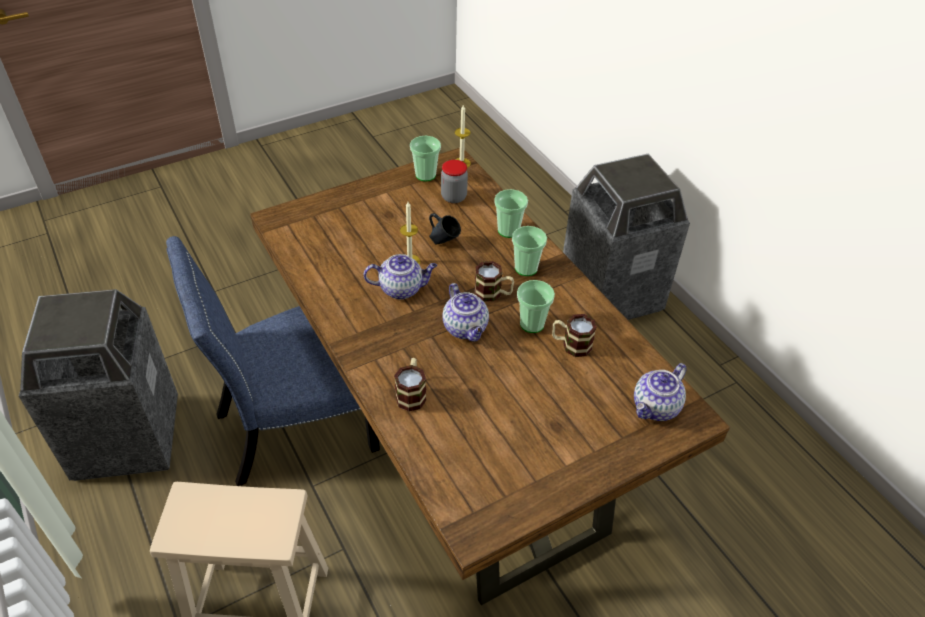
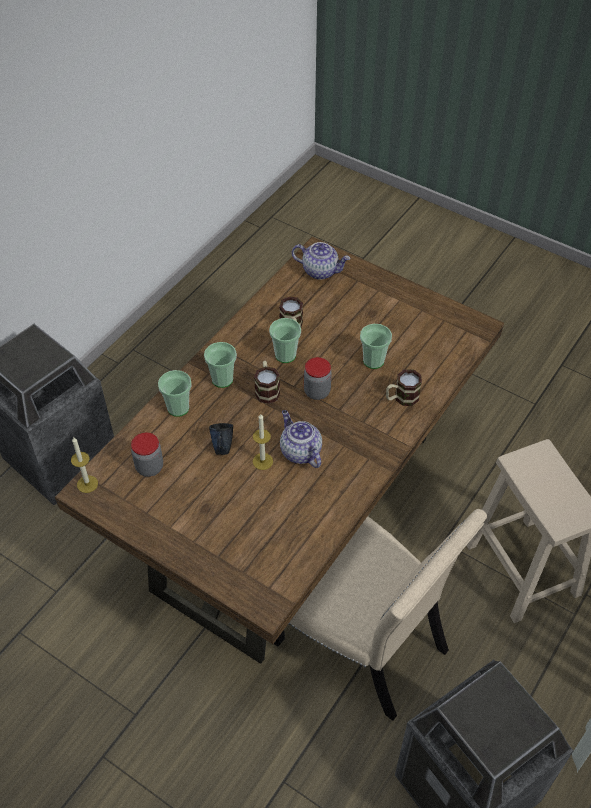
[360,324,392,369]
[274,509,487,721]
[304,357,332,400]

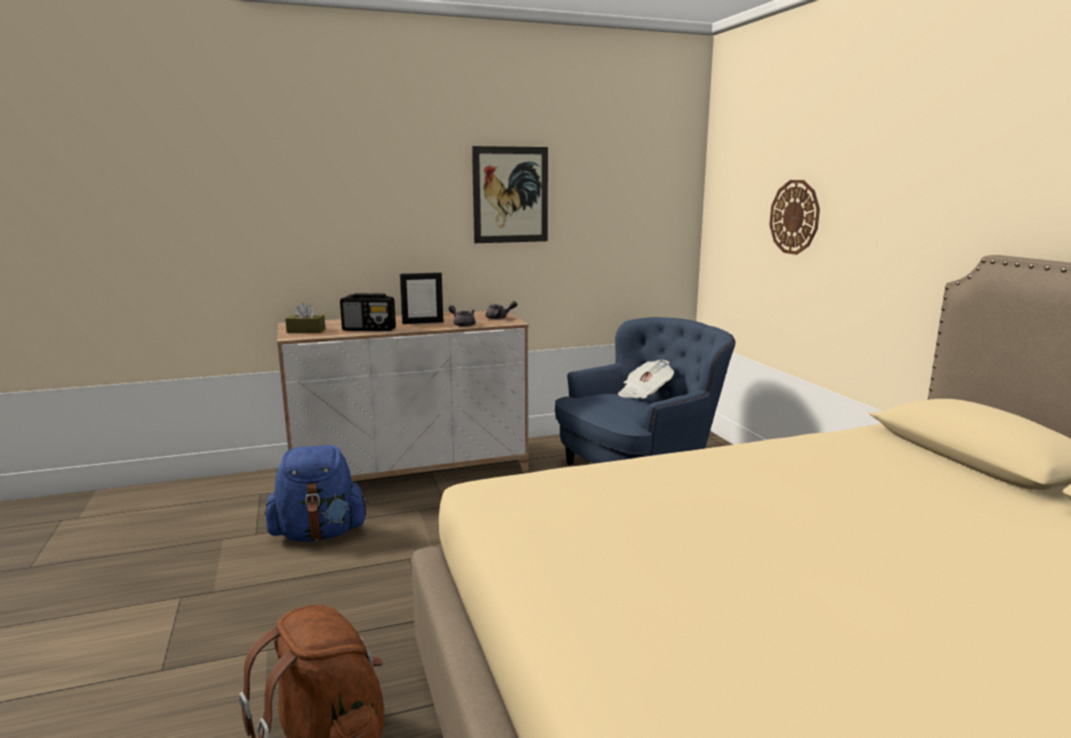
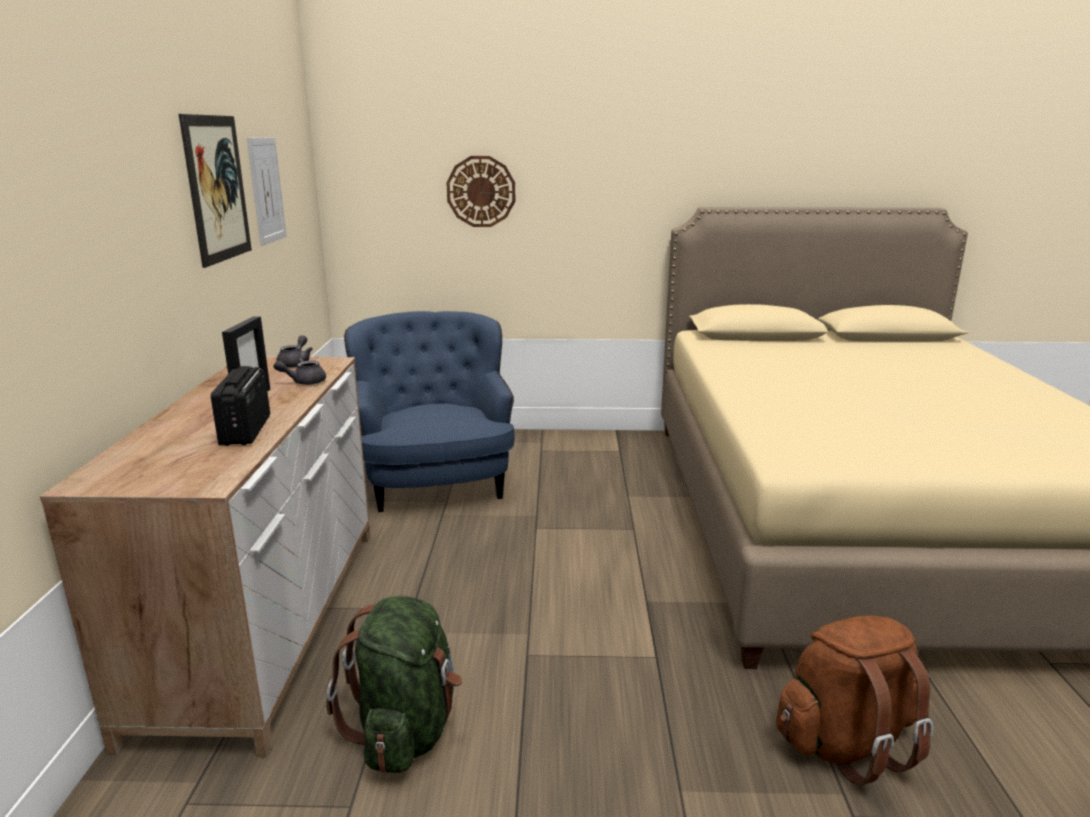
[211,366,270,446]
[285,303,325,333] (first image)
[618,360,674,399] (first image)
[326,596,462,773]
[247,137,287,246]

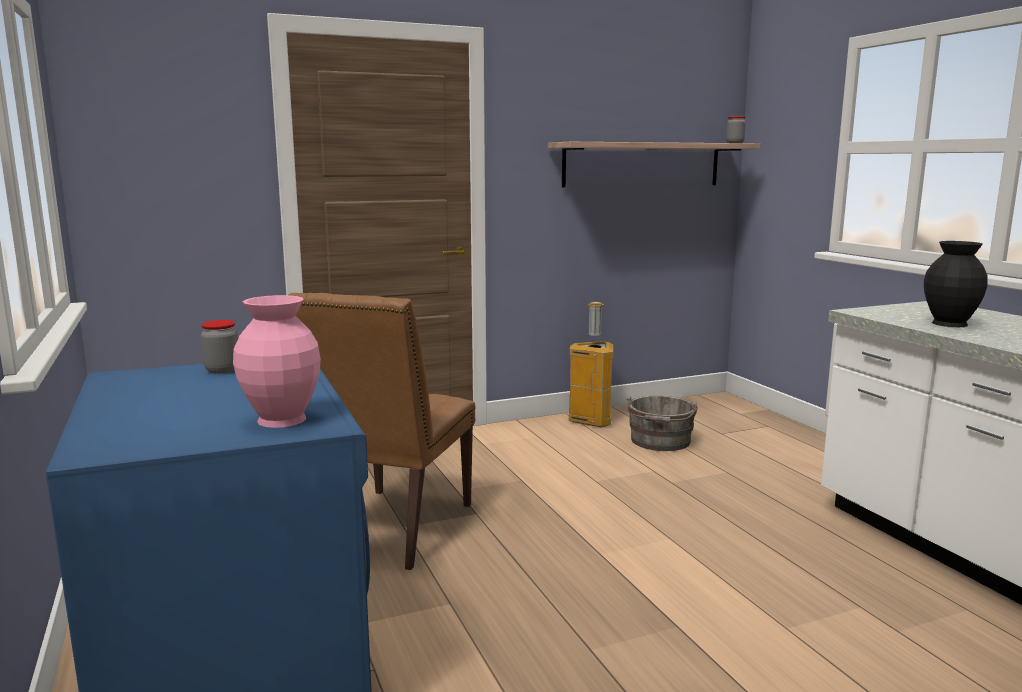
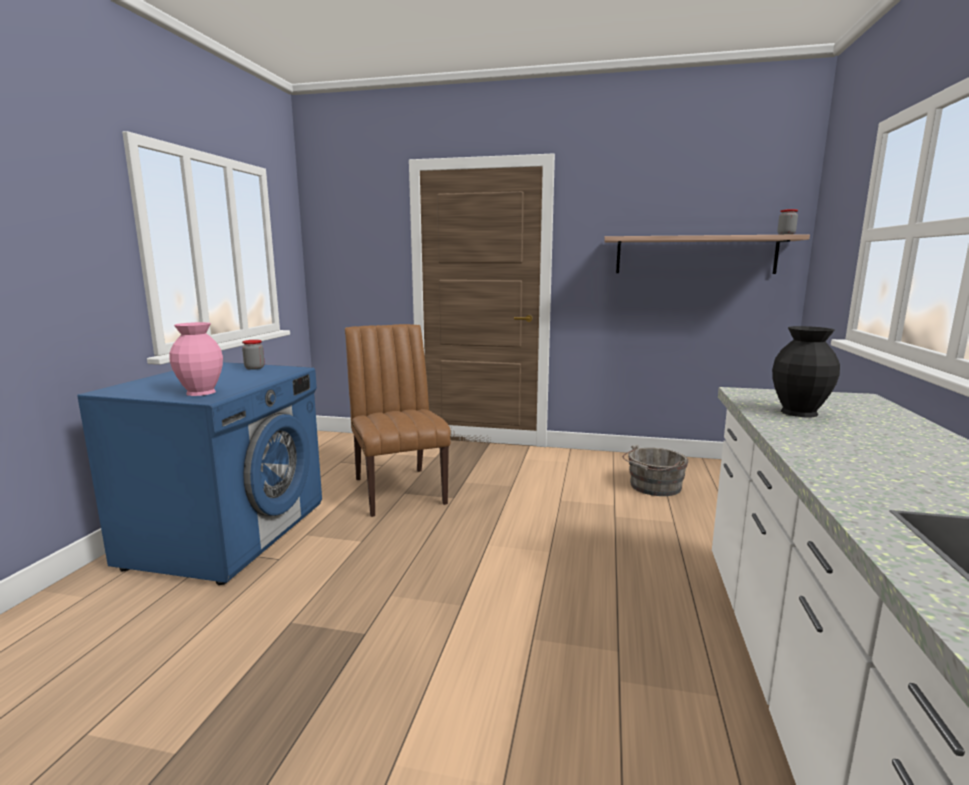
[345,324,451,517]
[568,302,613,427] (first image)

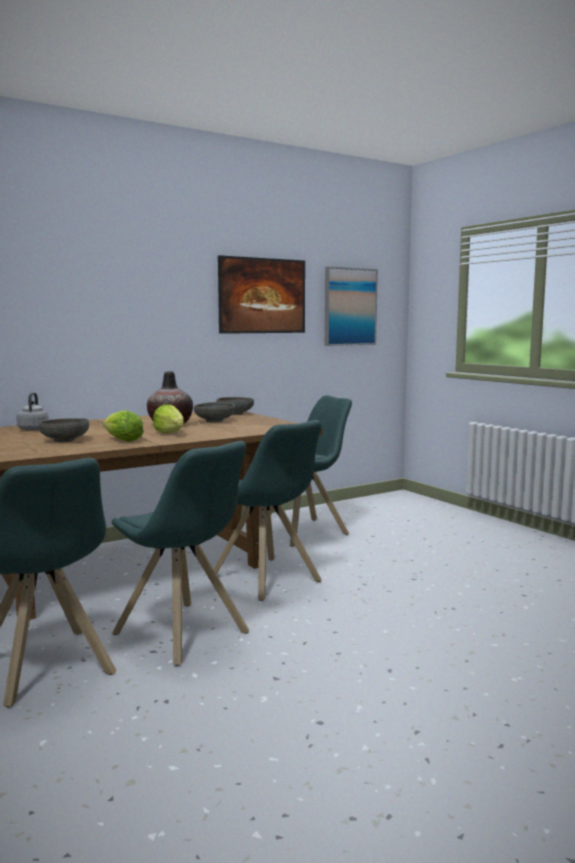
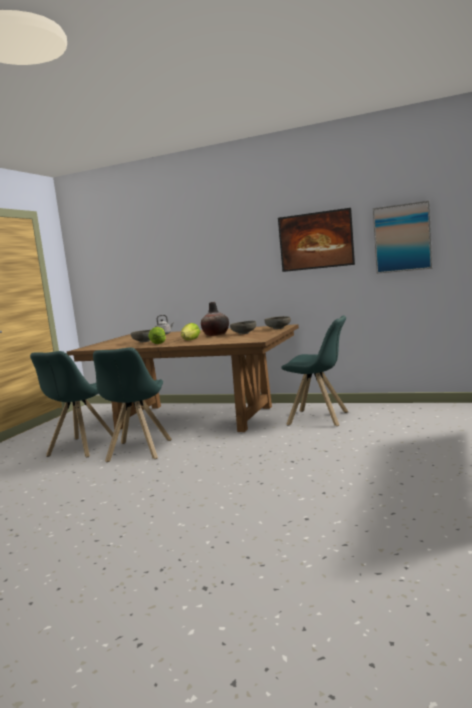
[214,420,322,601] (first image)

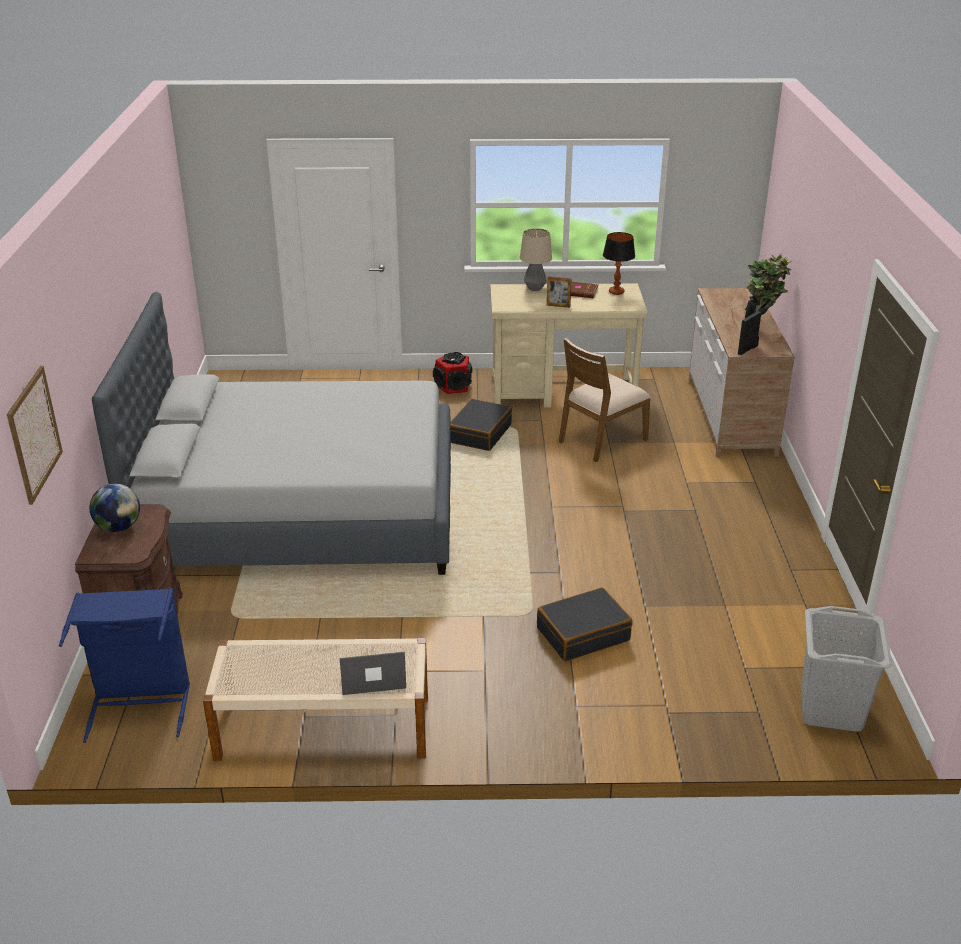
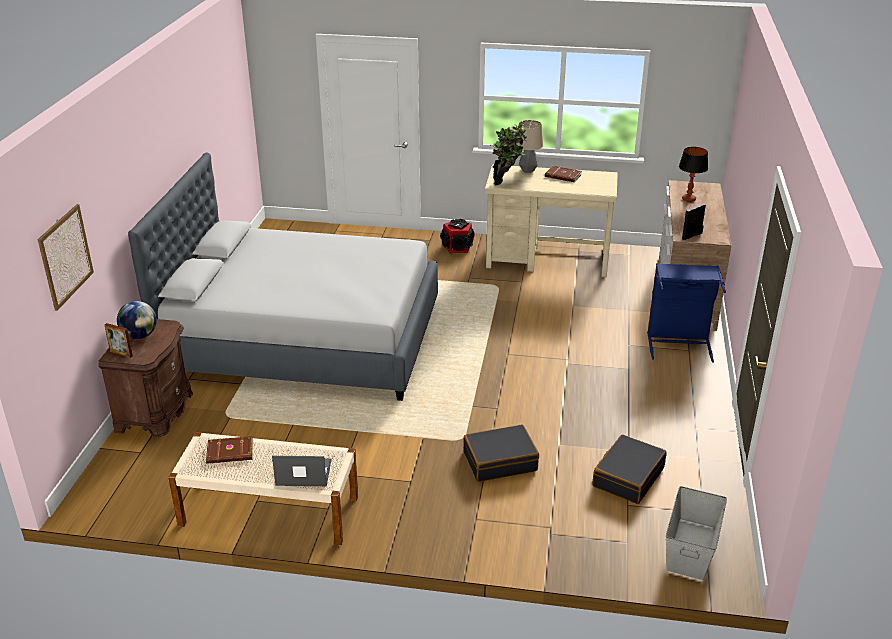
[679,147,708,202]
[491,124,528,186]
[104,323,133,358]
[559,338,651,462] (first image)
[593,434,667,504]
[647,263,726,363]
[666,486,727,580]
[206,436,253,464]

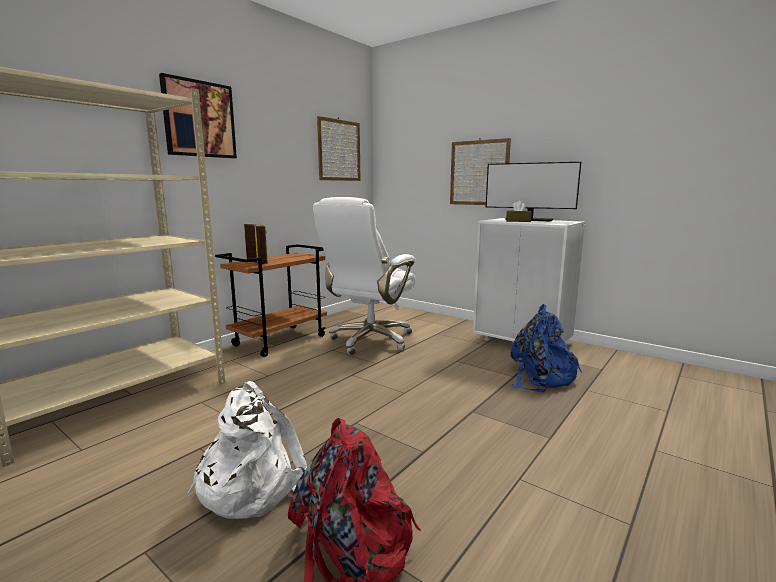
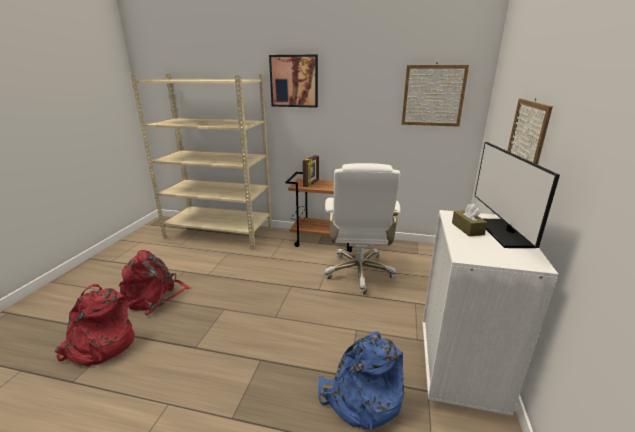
[325,163,401,294]
[119,250,190,315]

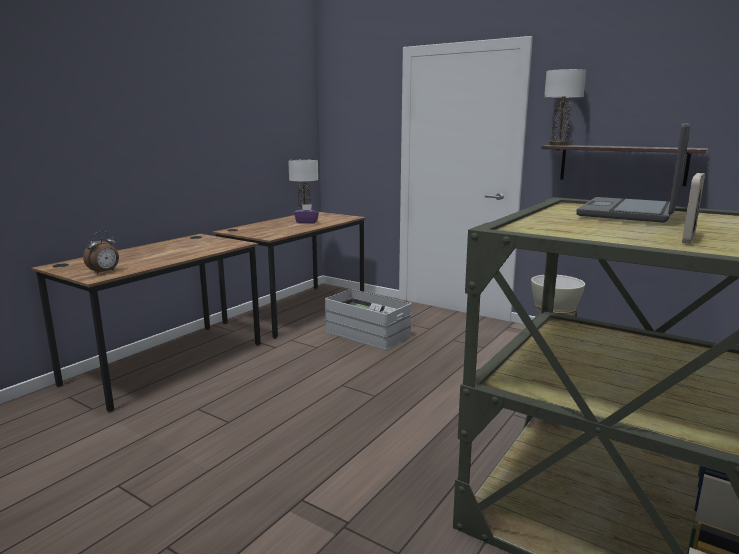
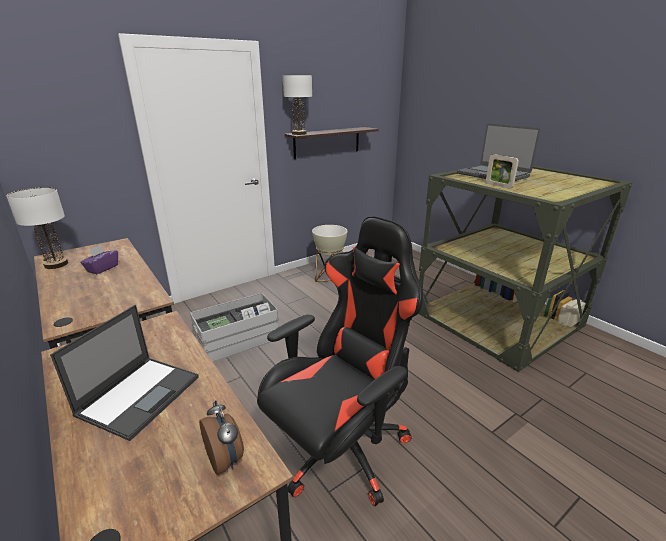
[486,154,519,189]
[257,216,423,506]
[50,305,199,441]

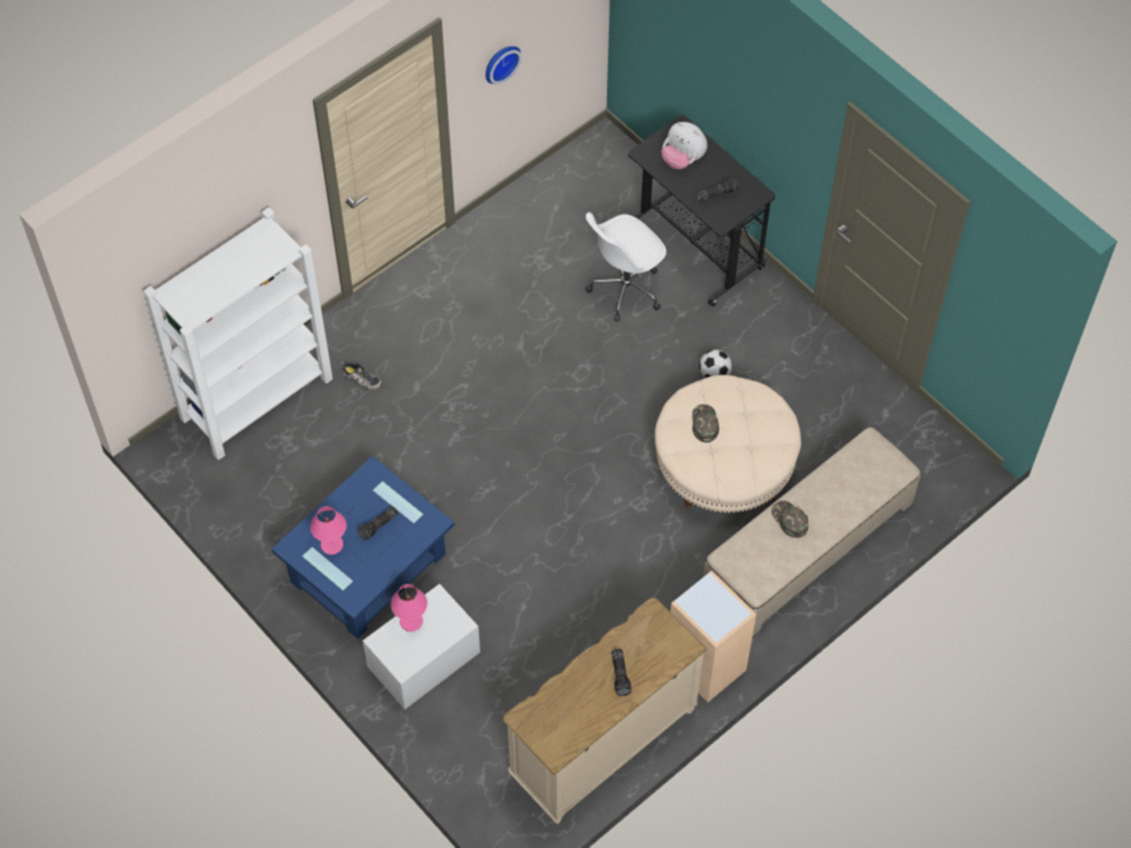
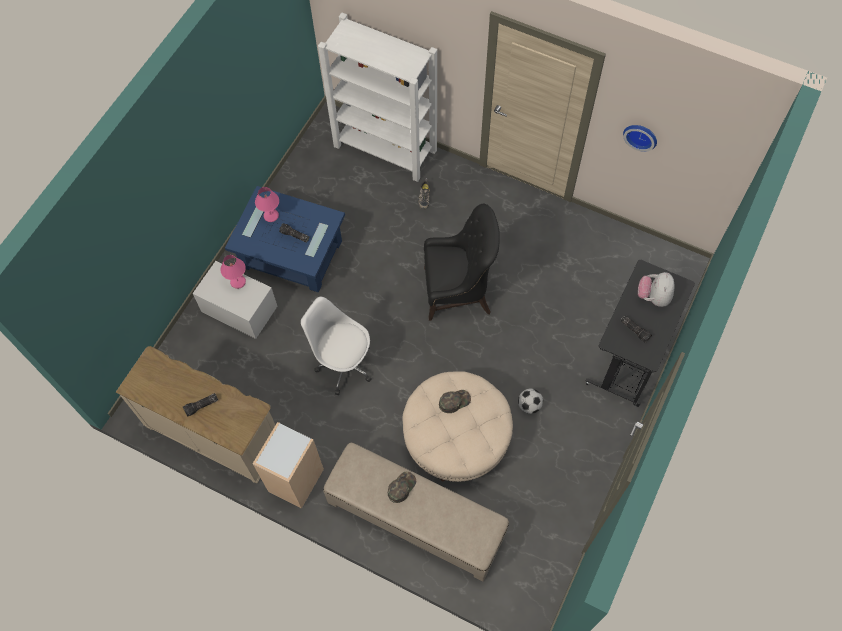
[301,296,371,395]
[424,204,500,321]

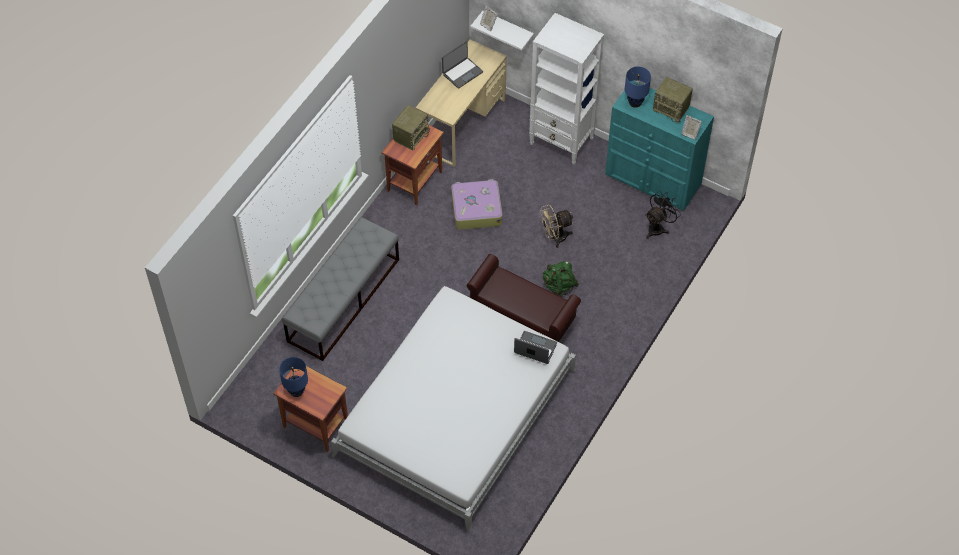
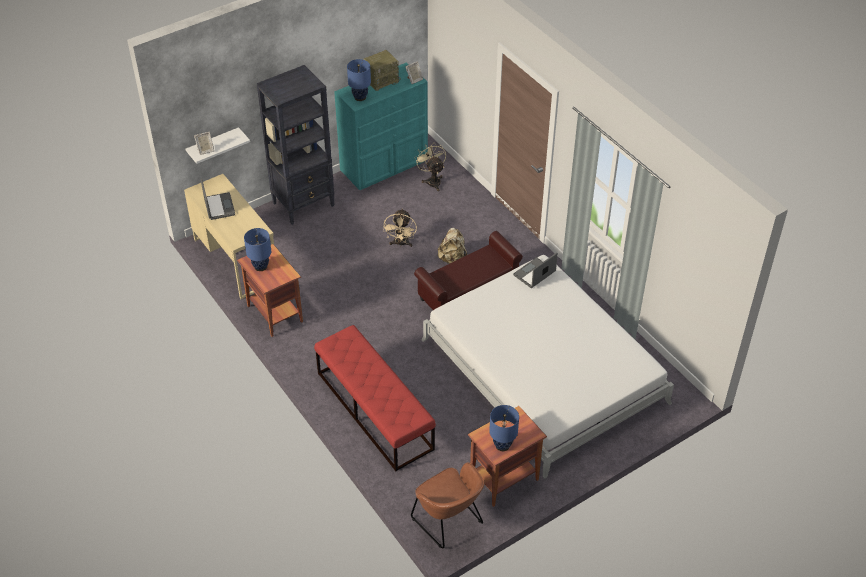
[257,65,335,225]
[244,228,271,271]
[451,179,502,230] (first image)
[414,142,446,191]
[314,325,436,471]
[438,228,467,264]
[411,462,484,549]

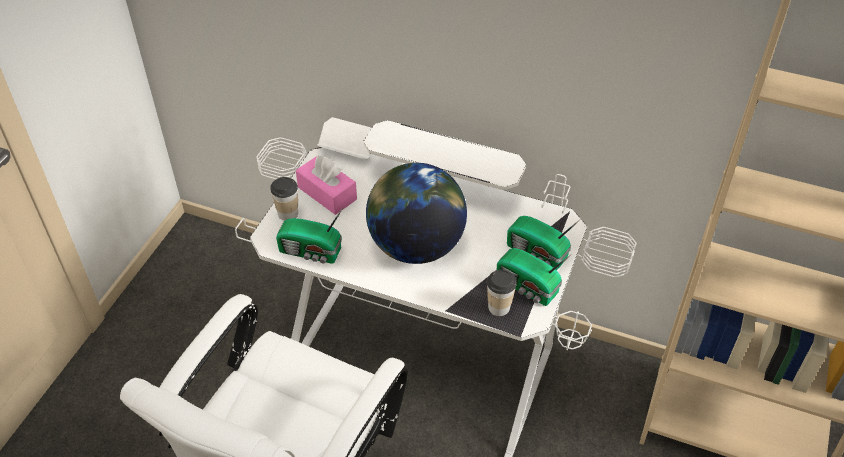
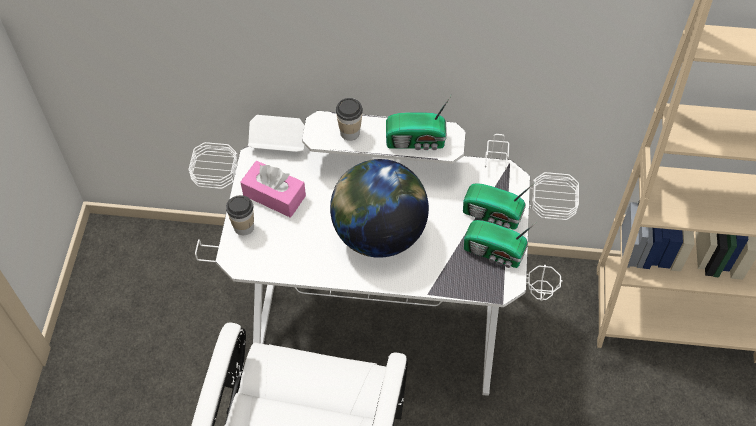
[386,96,451,150]
[336,98,363,141]

